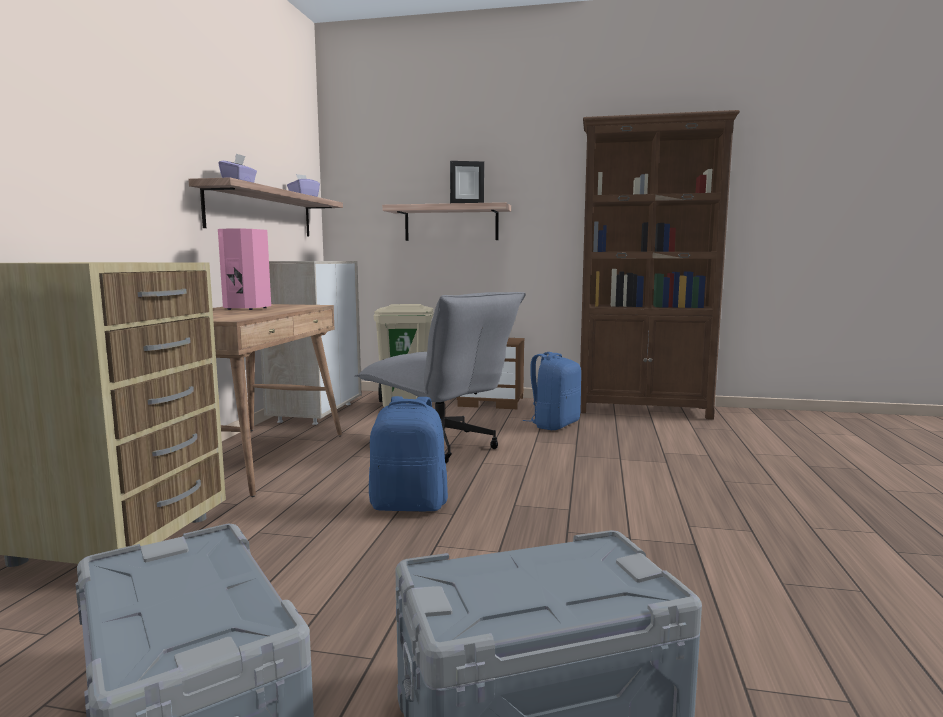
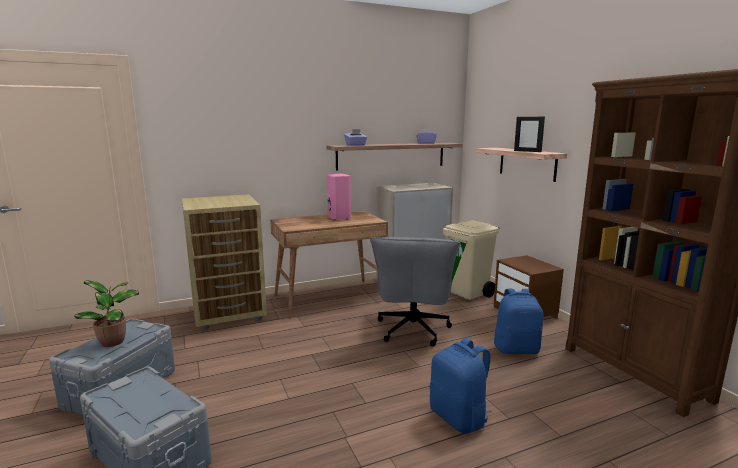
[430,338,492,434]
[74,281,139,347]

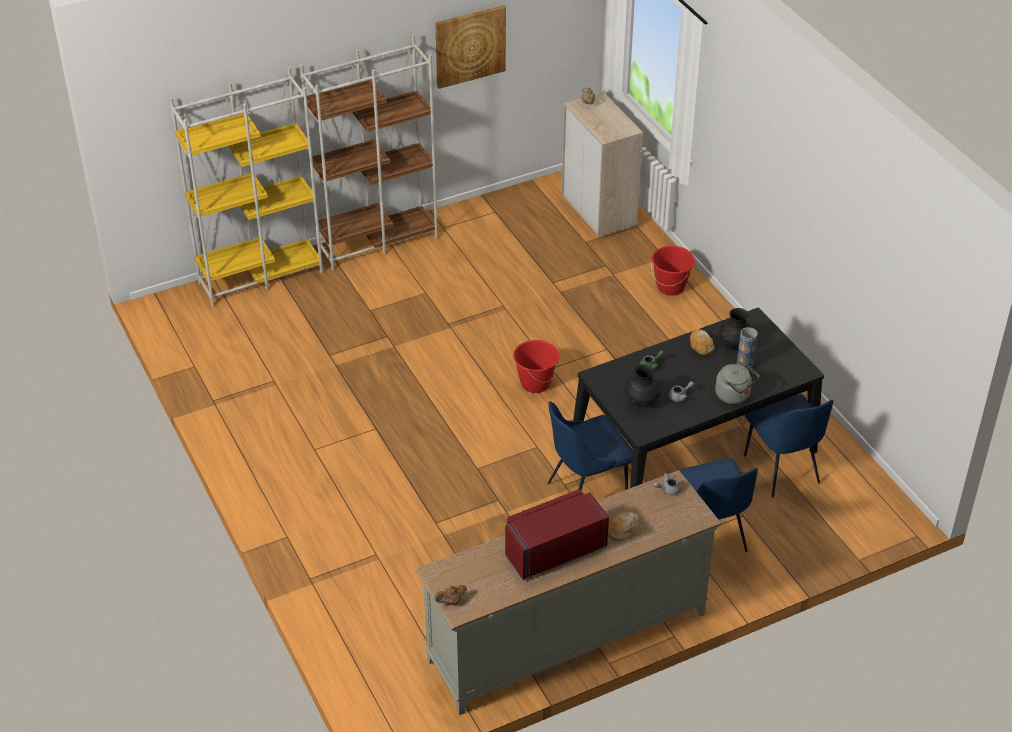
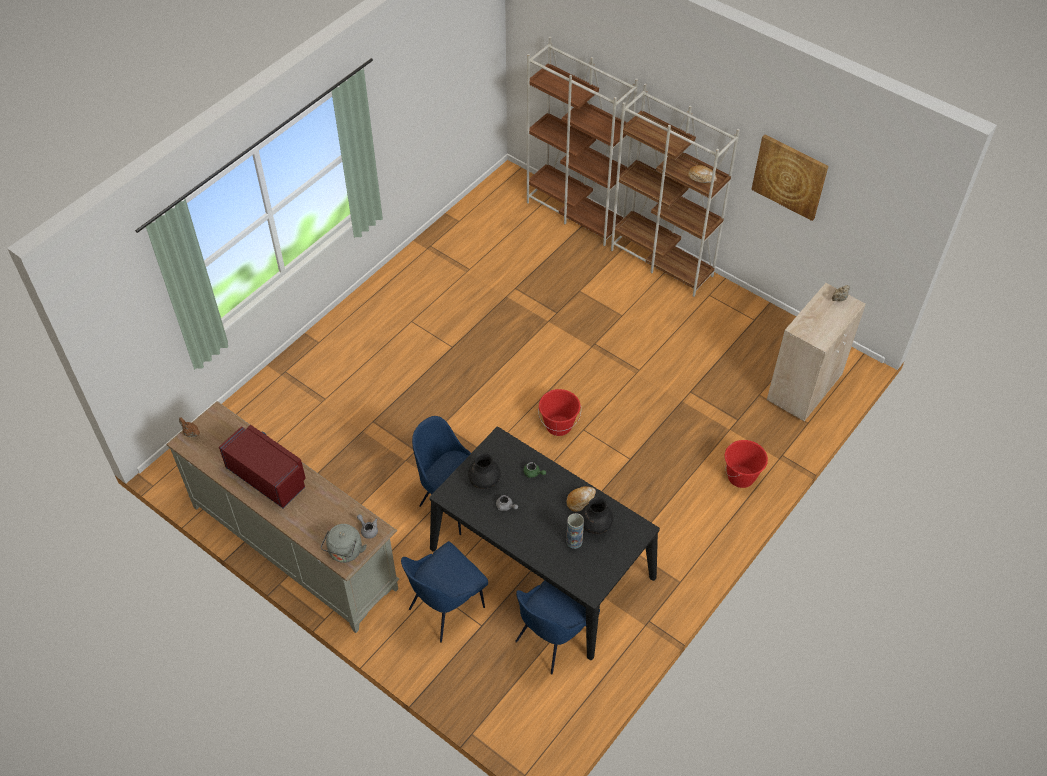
[527,37,638,246]
[321,524,367,563]
[688,165,717,183]

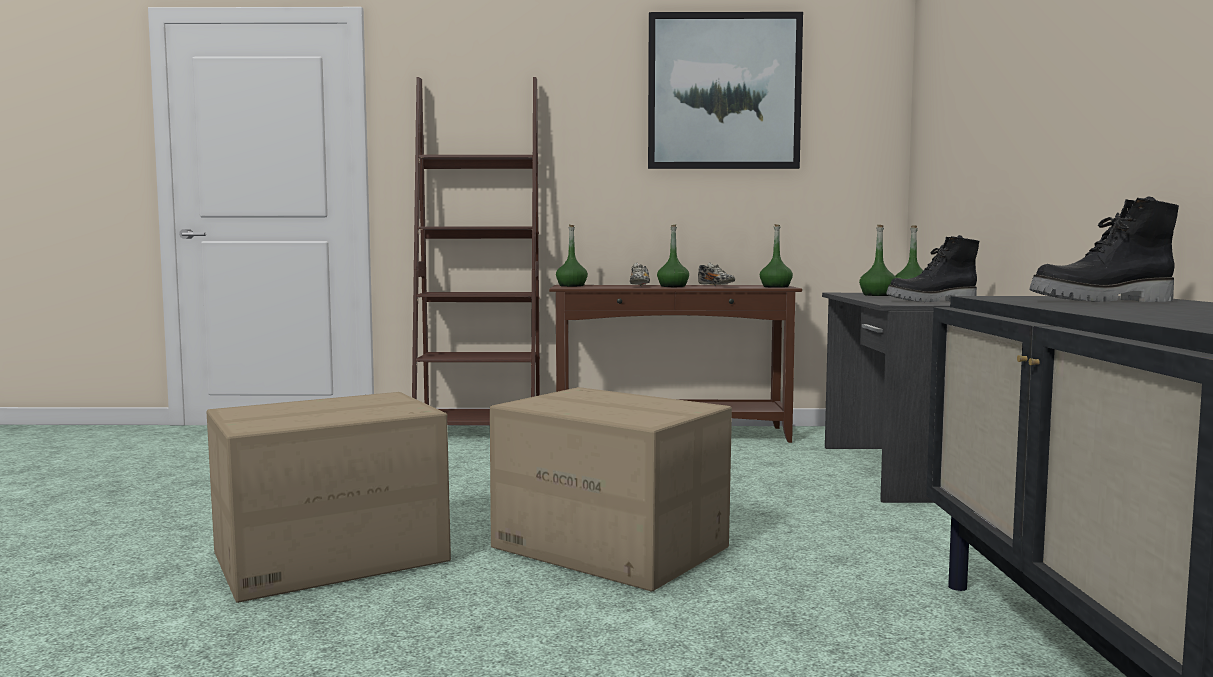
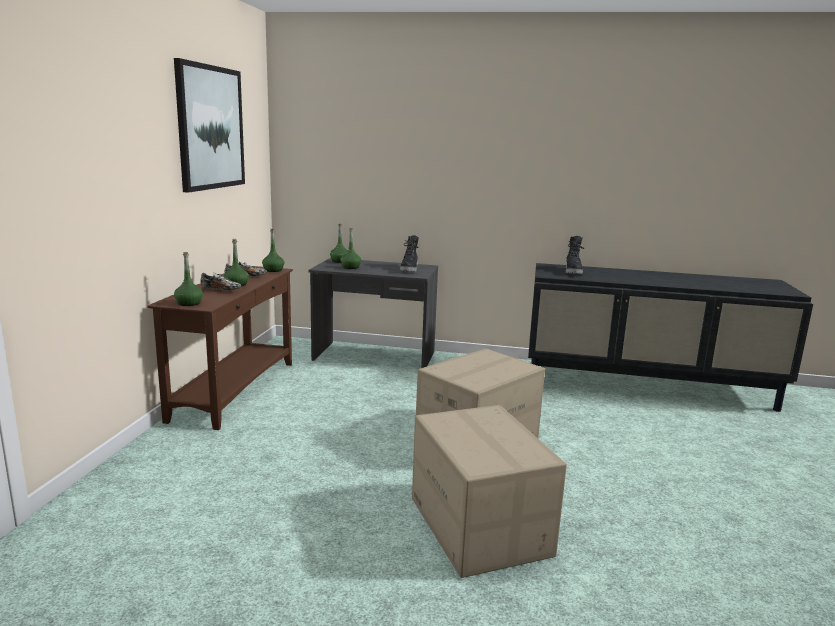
[412,77,540,425] (first image)

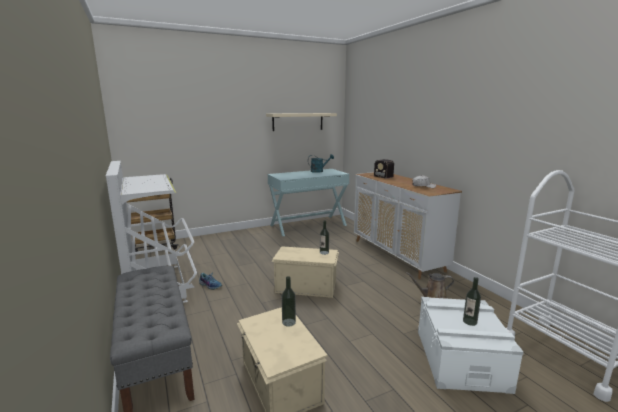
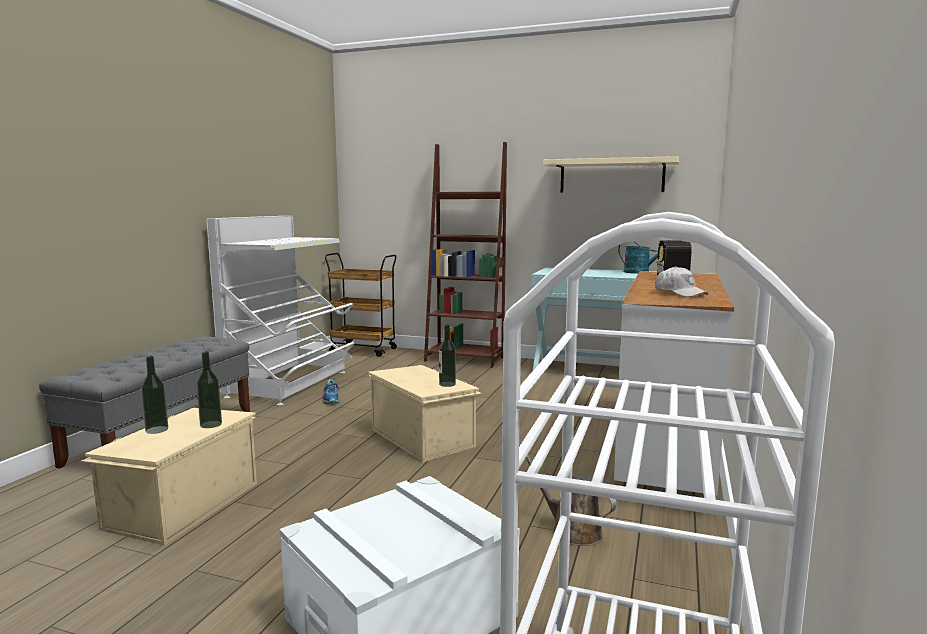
[141,356,168,434]
[424,142,507,368]

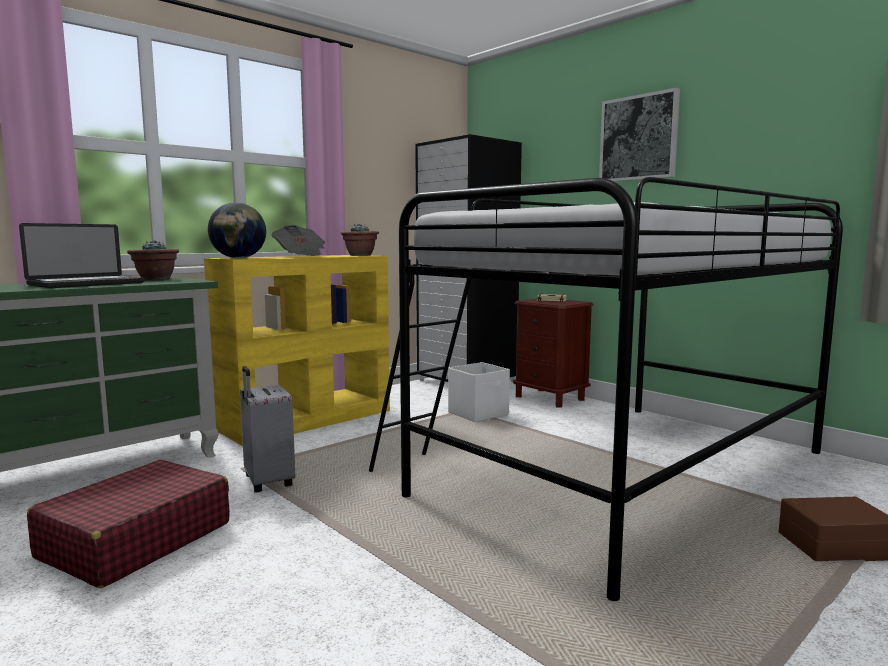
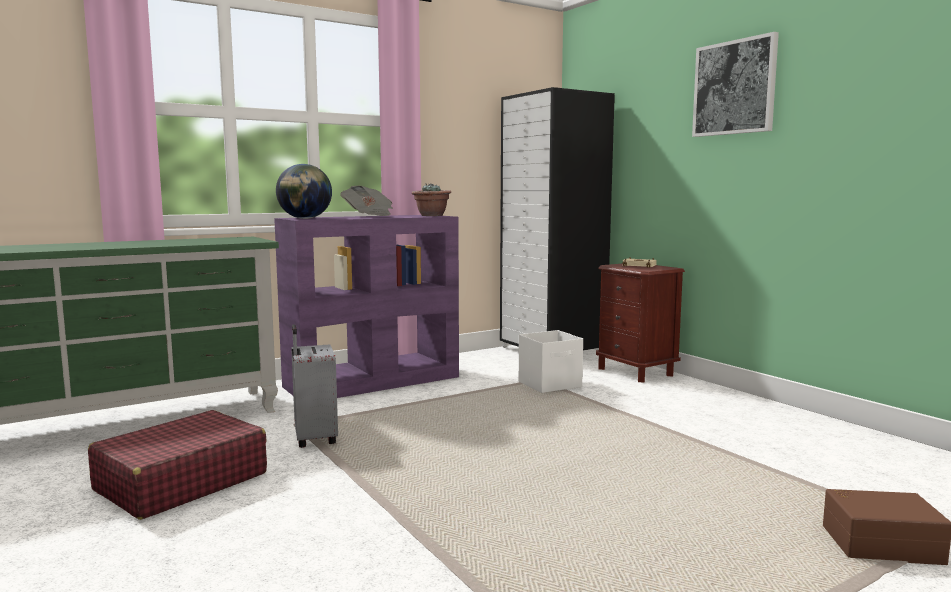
[369,177,843,601] (first image)
[19,223,145,288] (first image)
[127,241,179,280] (first image)
[274,215,459,398]

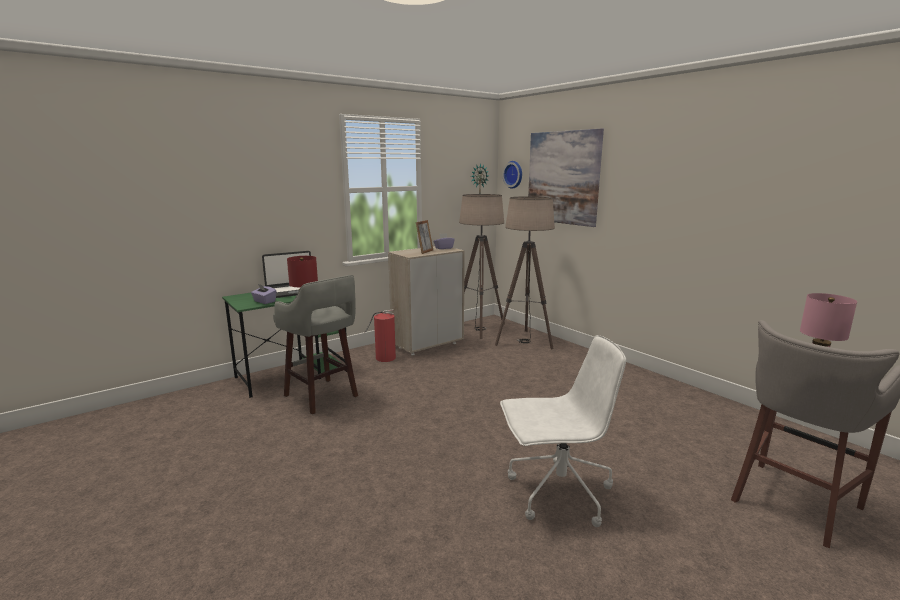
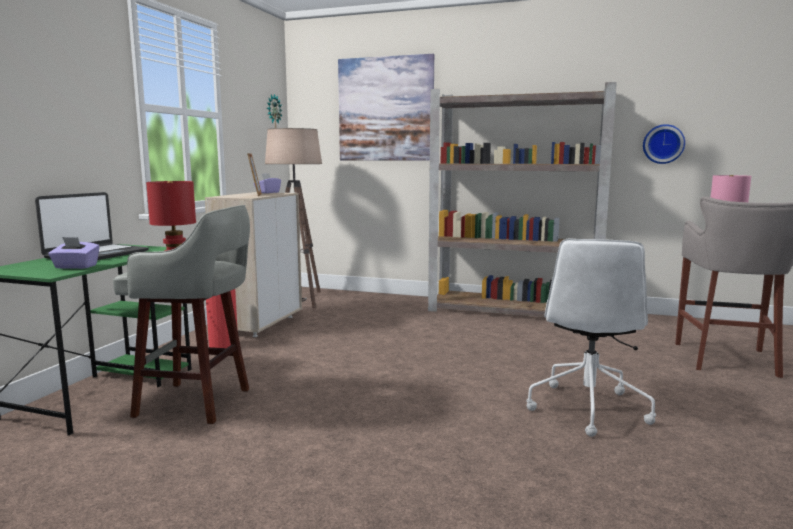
[643,124,685,164]
[495,196,555,349] (first image)
[526,239,656,437]
[428,82,617,317]

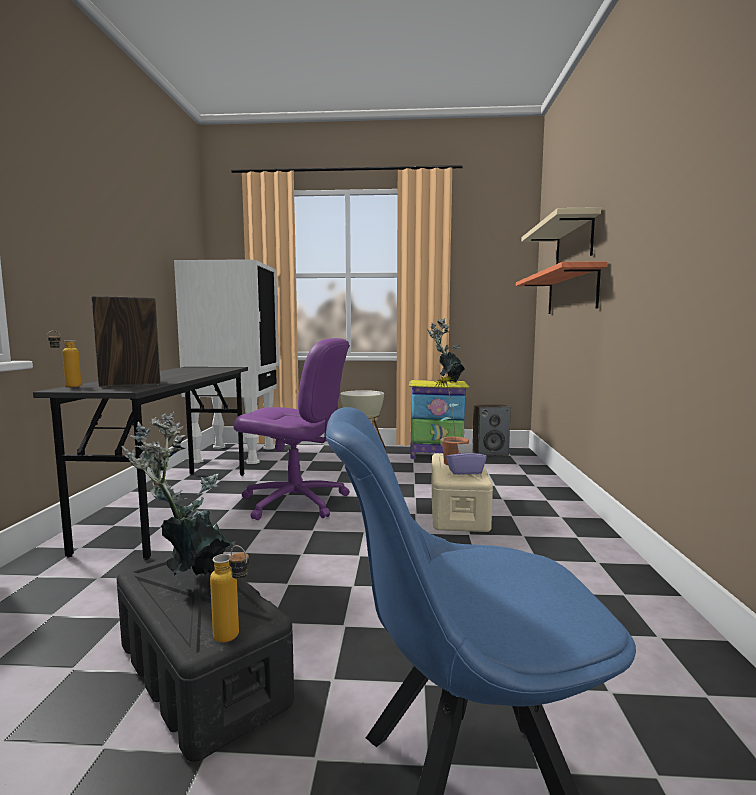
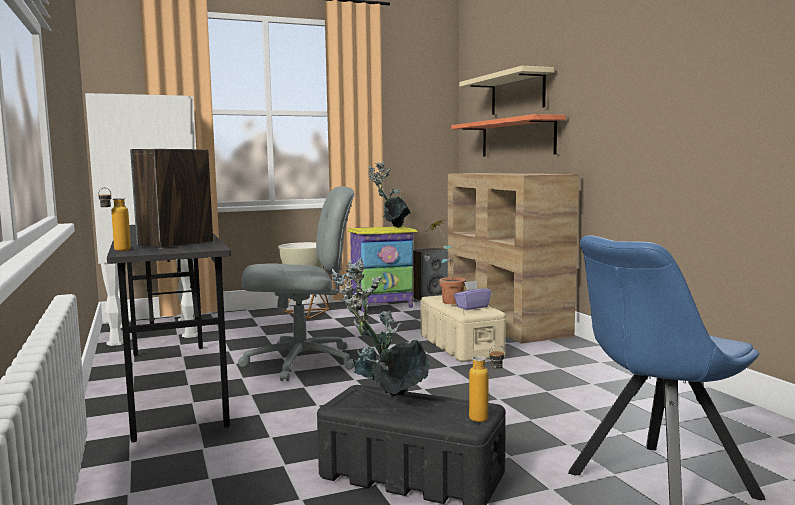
[238,186,355,381]
[448,173,579,344]

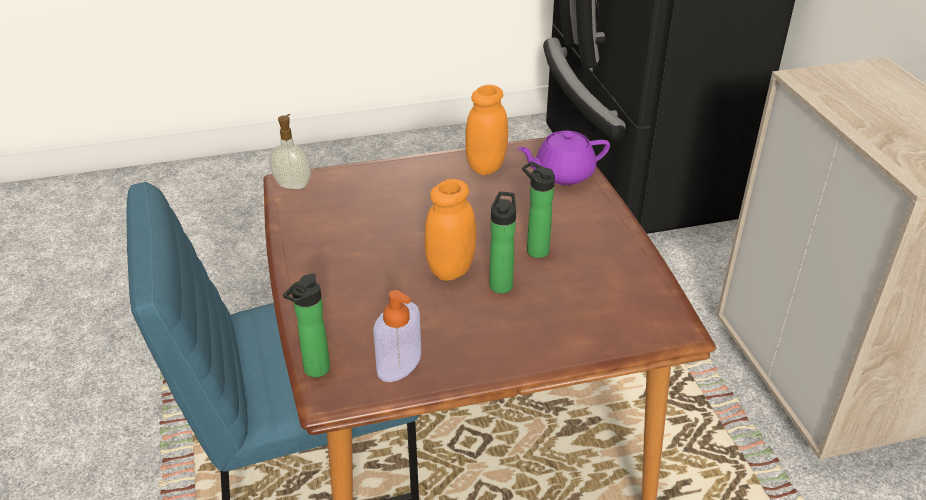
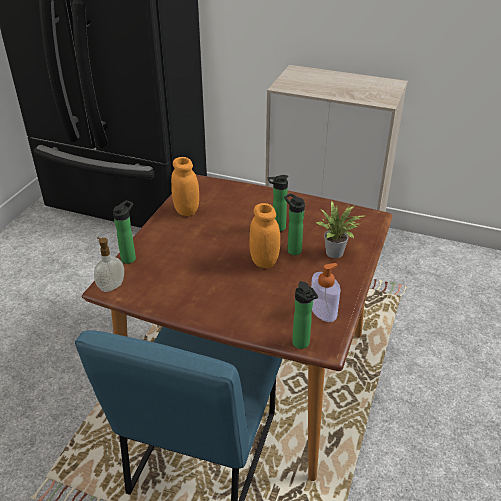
[517,131,610,185] (first image)
[113,200,136,264]
[316,200,364,258]

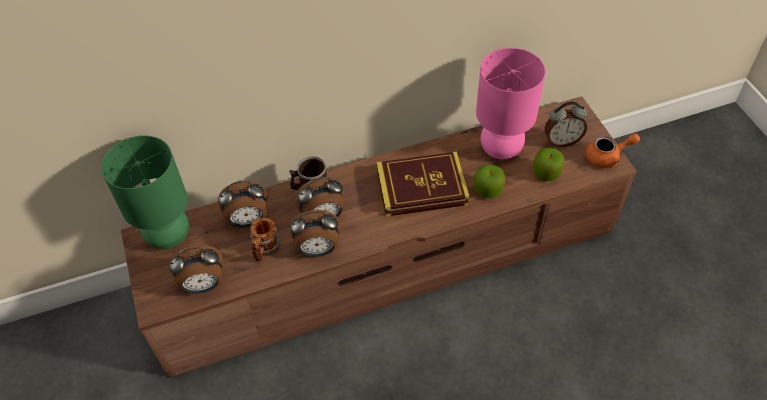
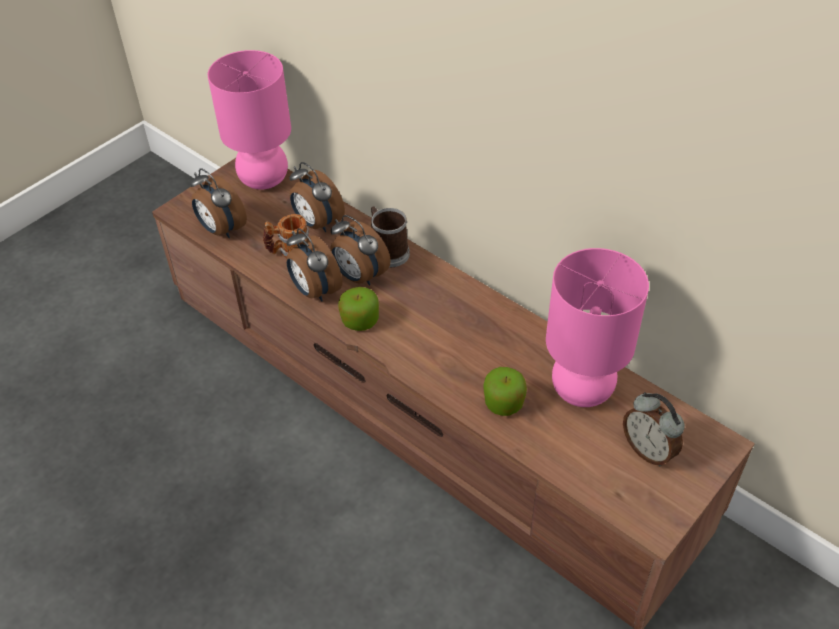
[585,133,640,168] (first image)
[208,50,291,190]
[338,287,379,331]
[376,152,470,217] (first image)

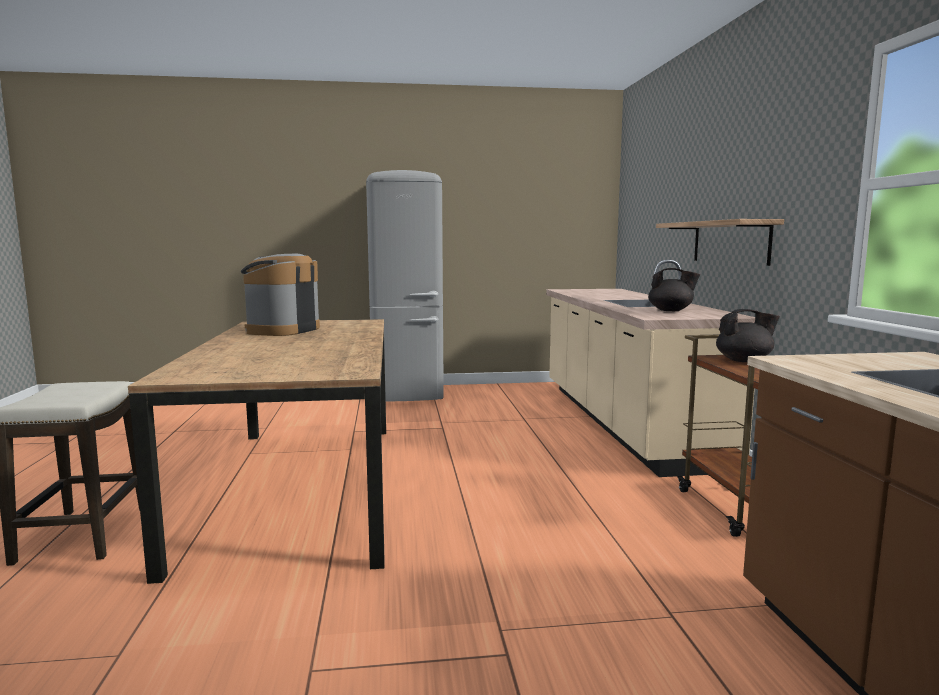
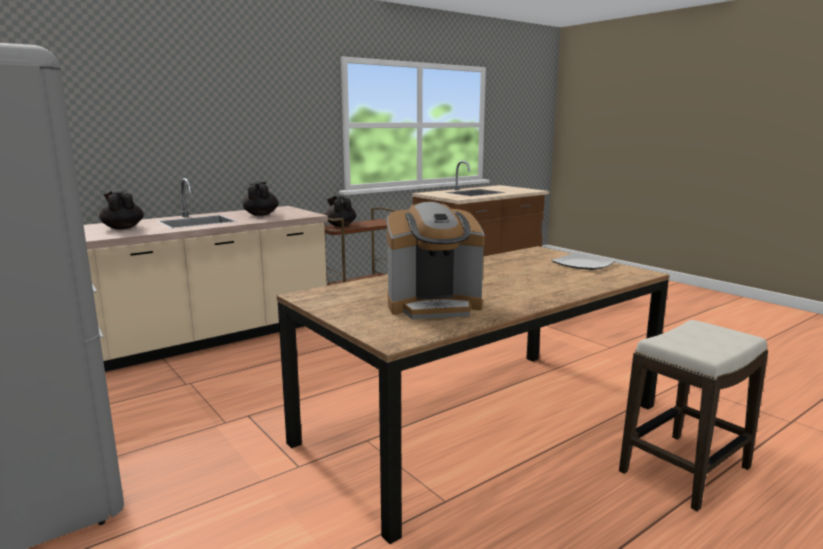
[656,219,784,266] (first image)
[99,190,144,230]
[551,253,616,270]

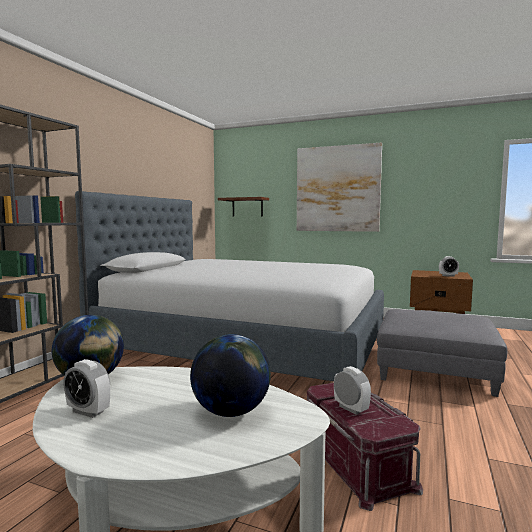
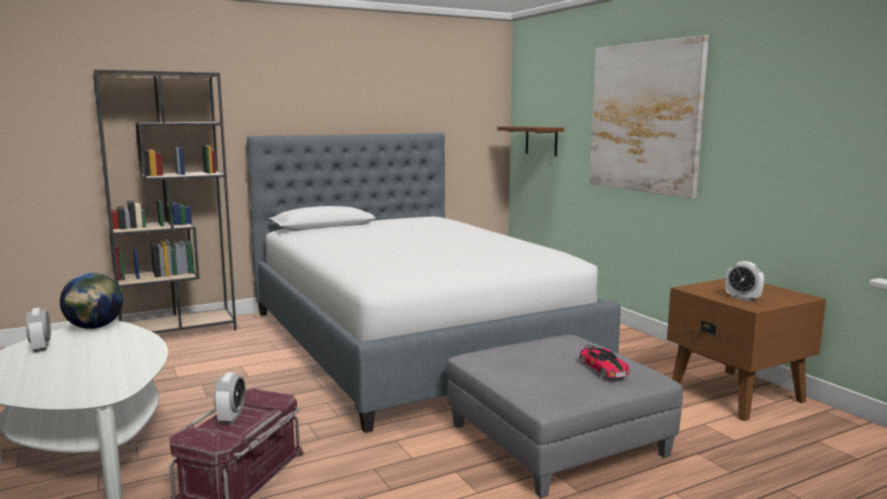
[190,334,271,417] (first image)
[579,345,629,378]

